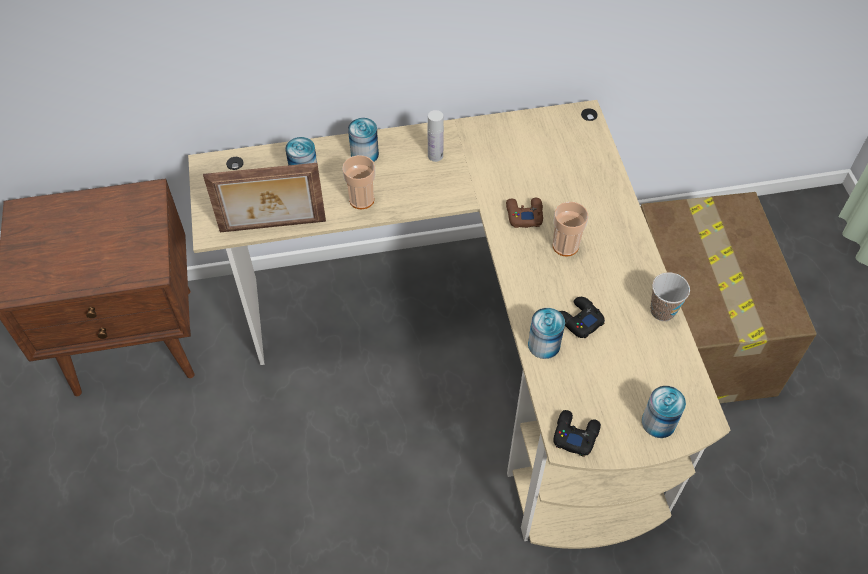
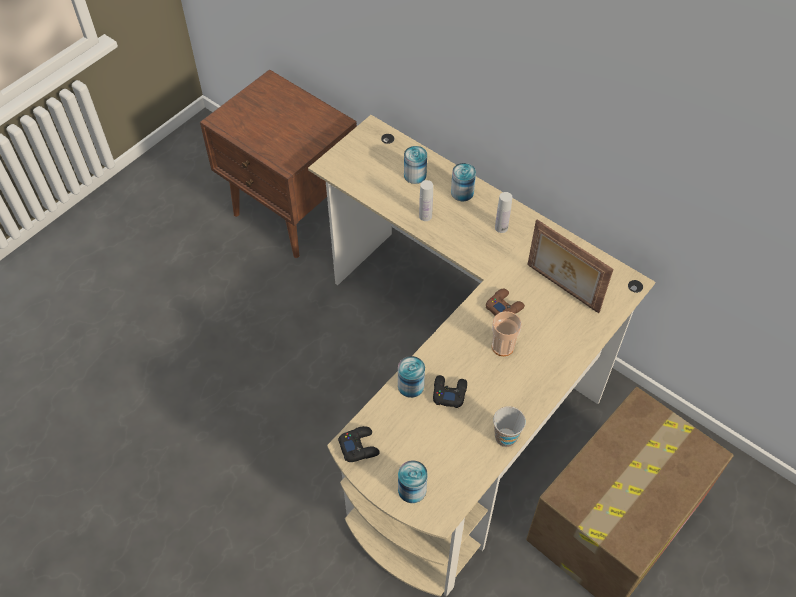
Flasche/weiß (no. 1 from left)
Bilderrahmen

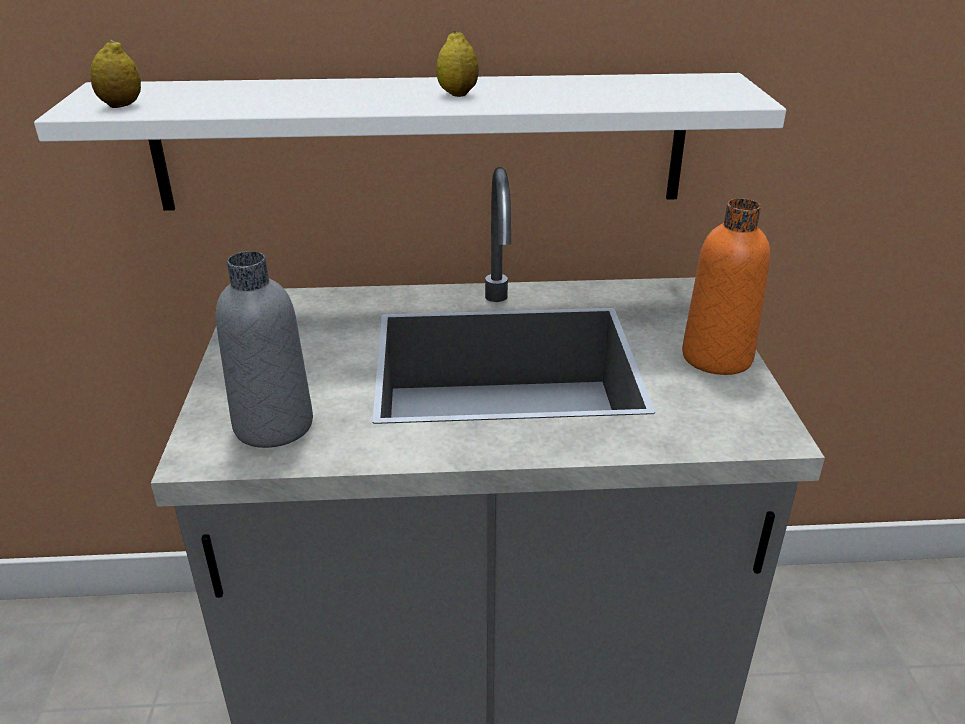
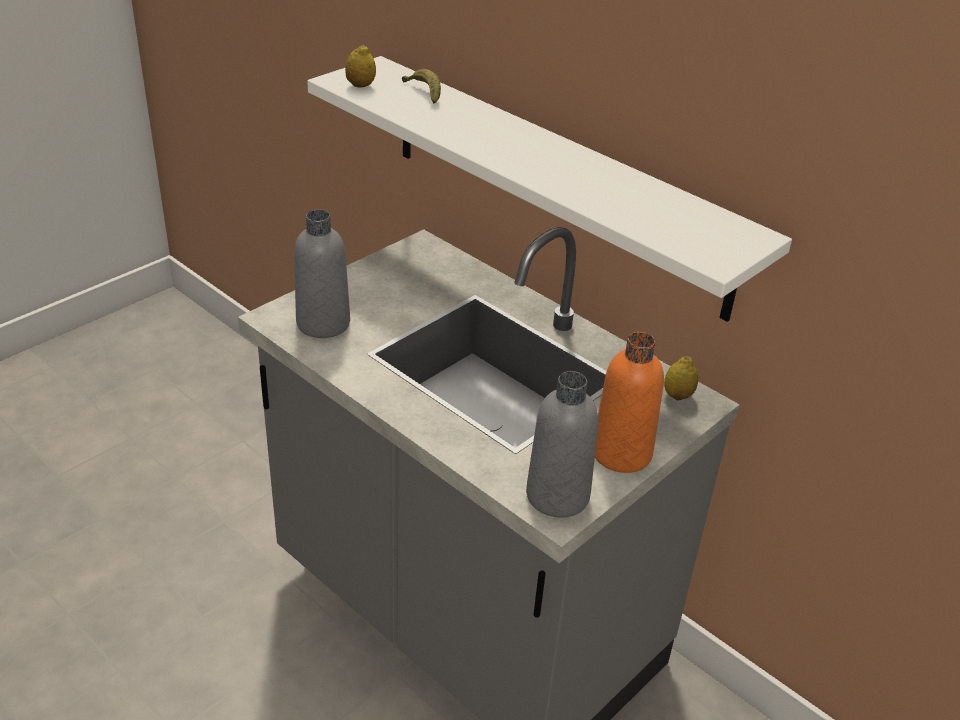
Zitrone (no. 2 from left)
Banane
Flasche/grau (no. 2 from left)

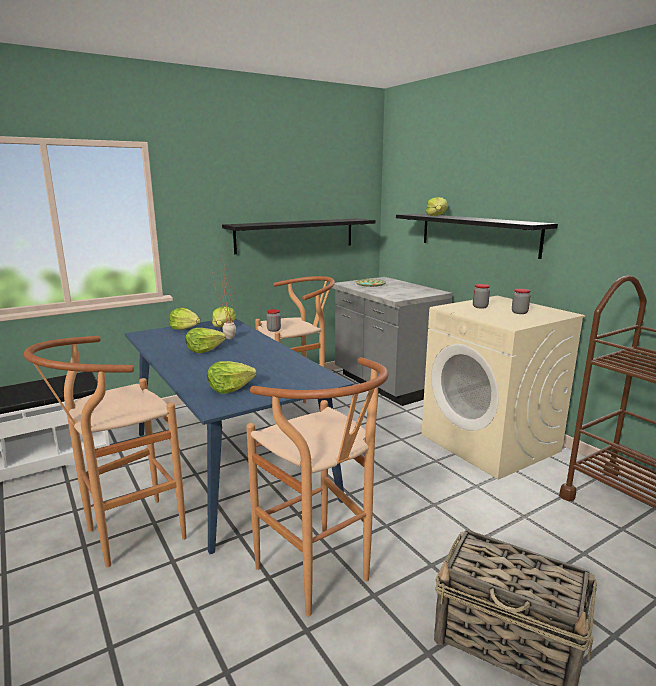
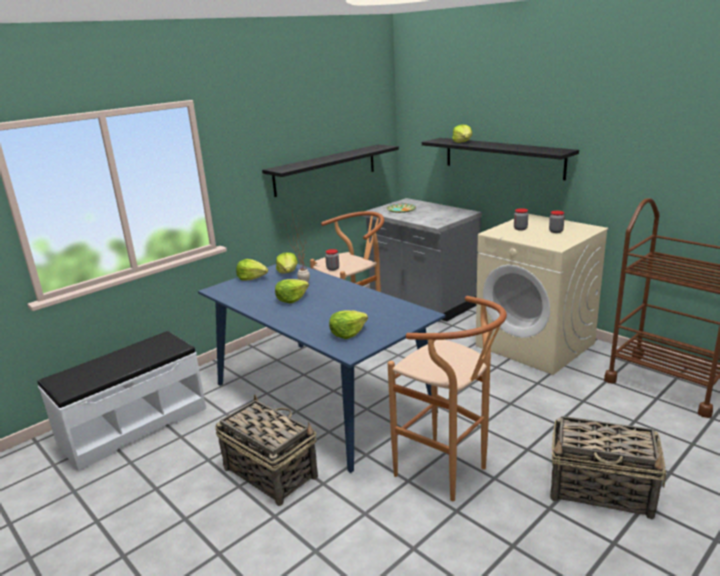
Korb (no. 1 from left)

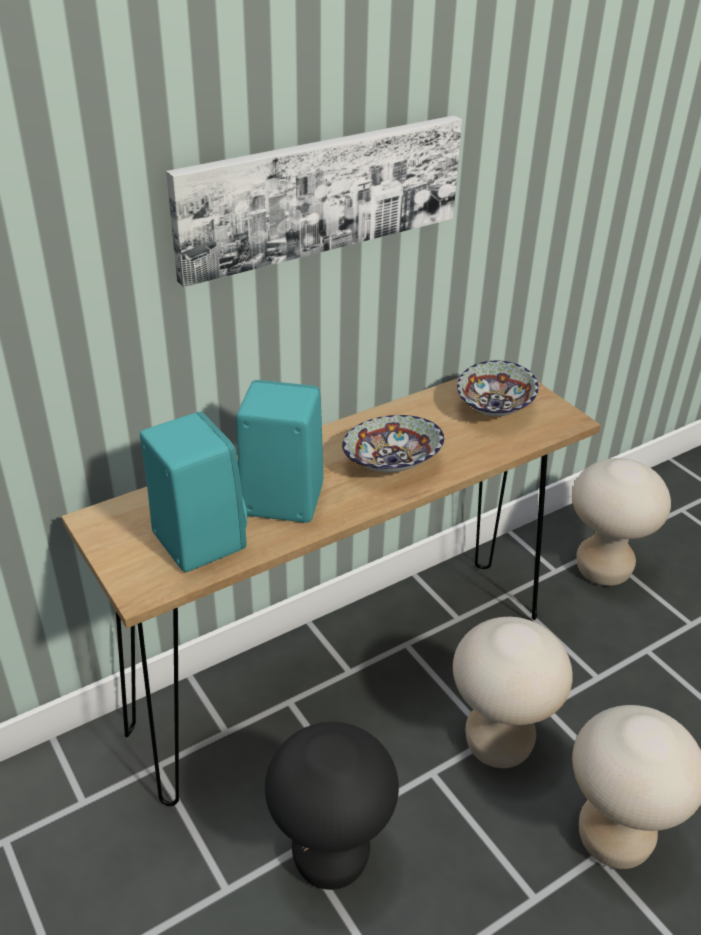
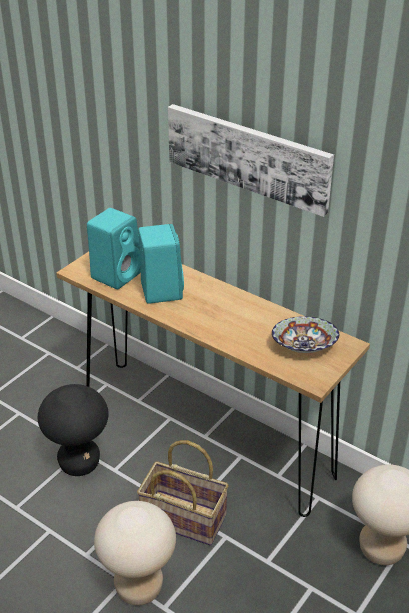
Schüssel (no. 1 from left in the first image)
Korb

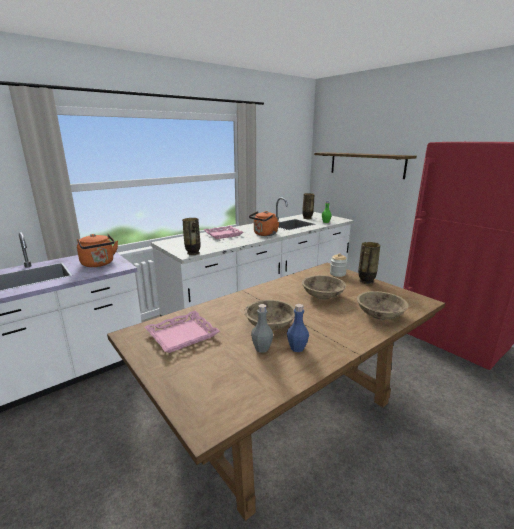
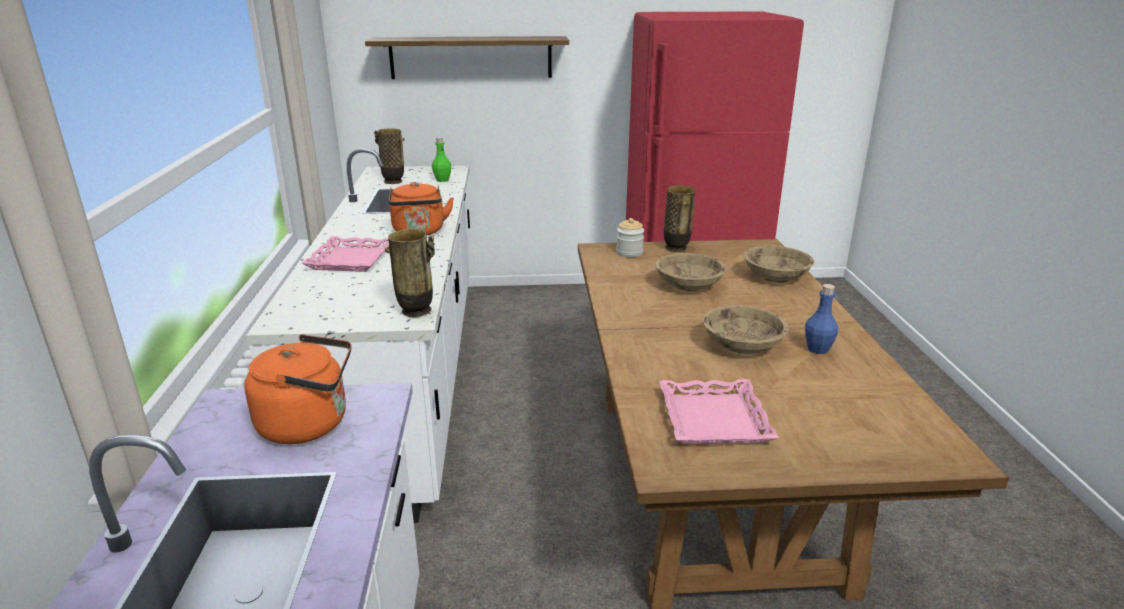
Flasche/grau

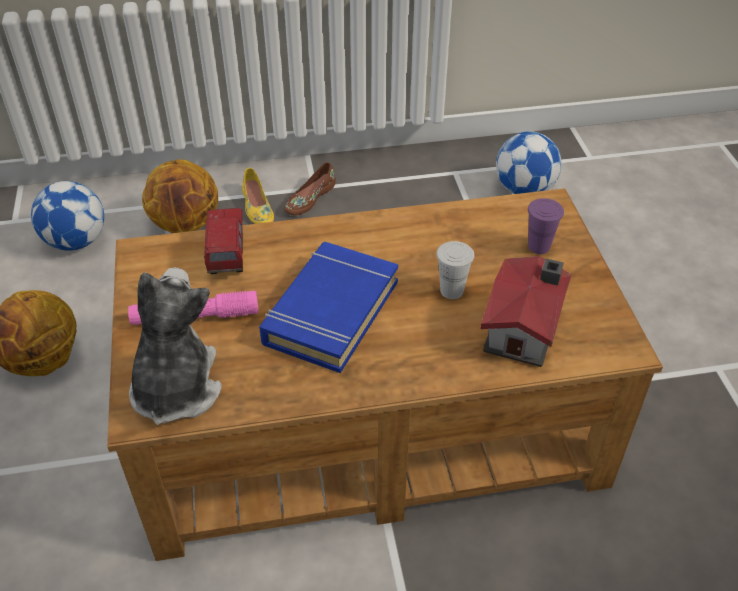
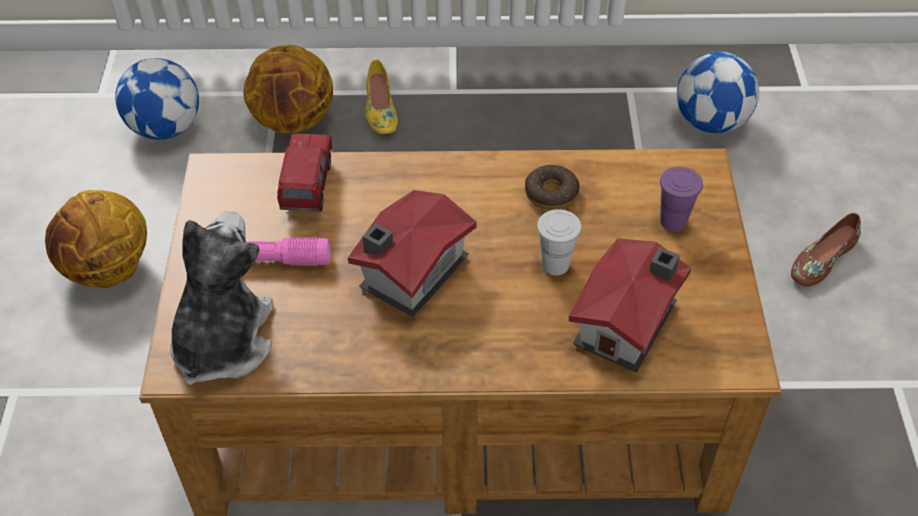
Schuh/braun
Spielzeughaus (no. 1 from left)
Donut

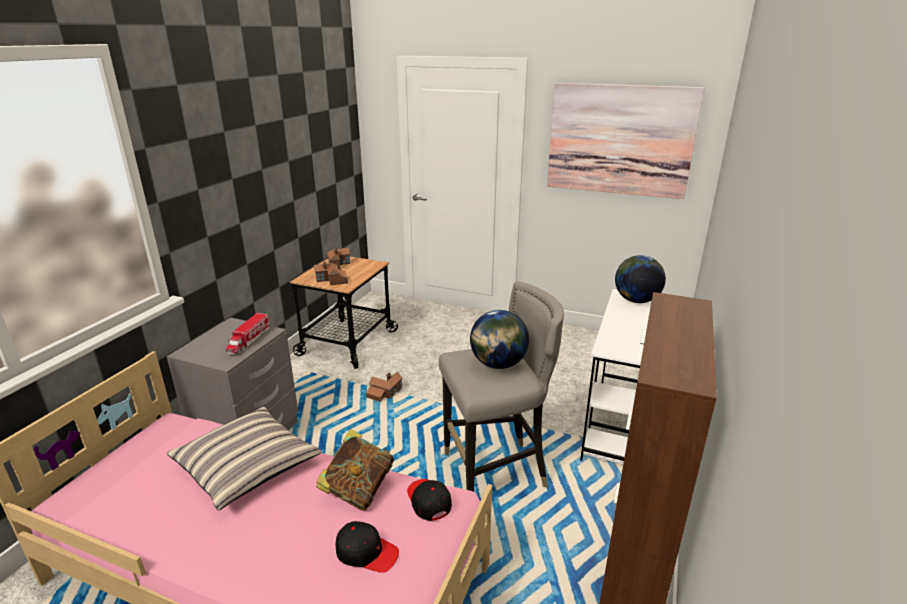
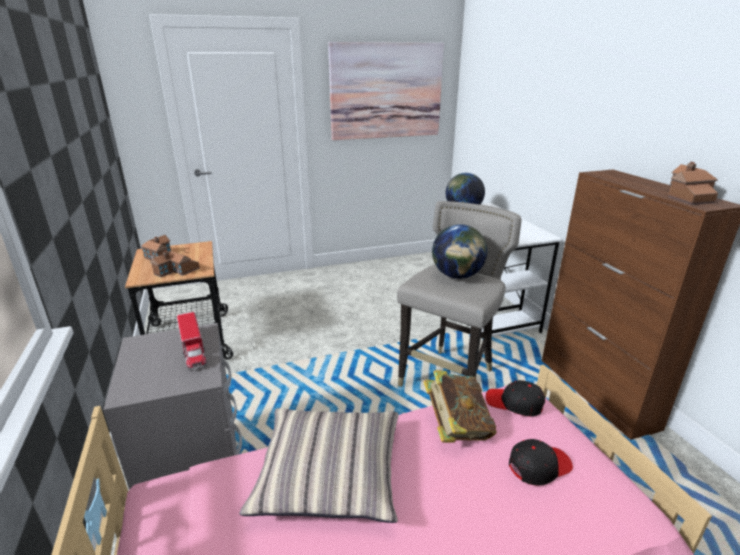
Spielzeughaus (no. 3 from left)

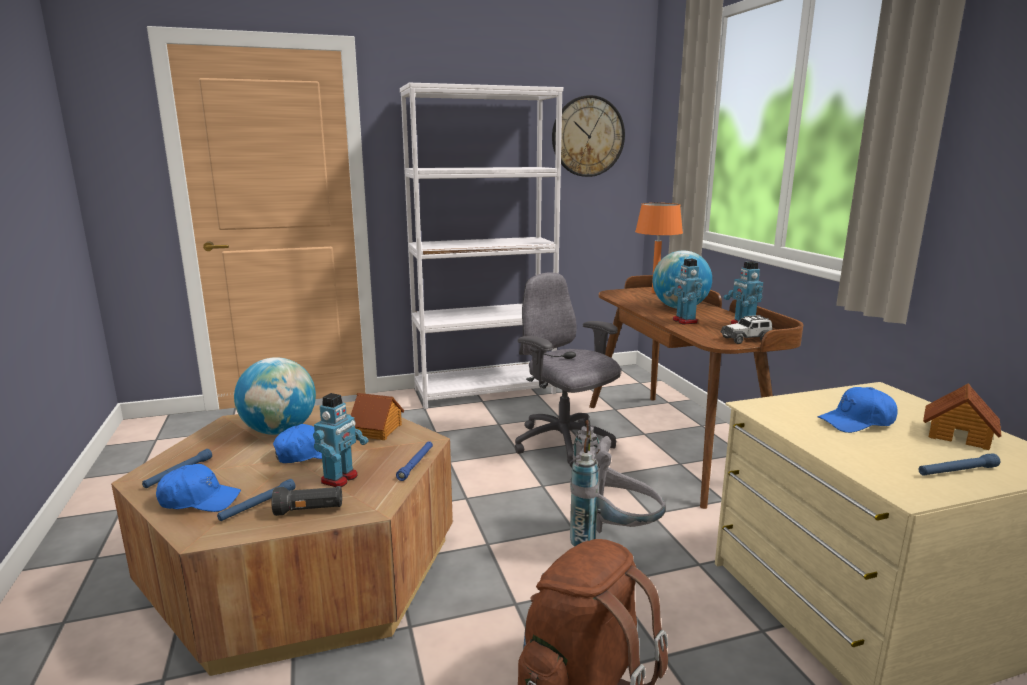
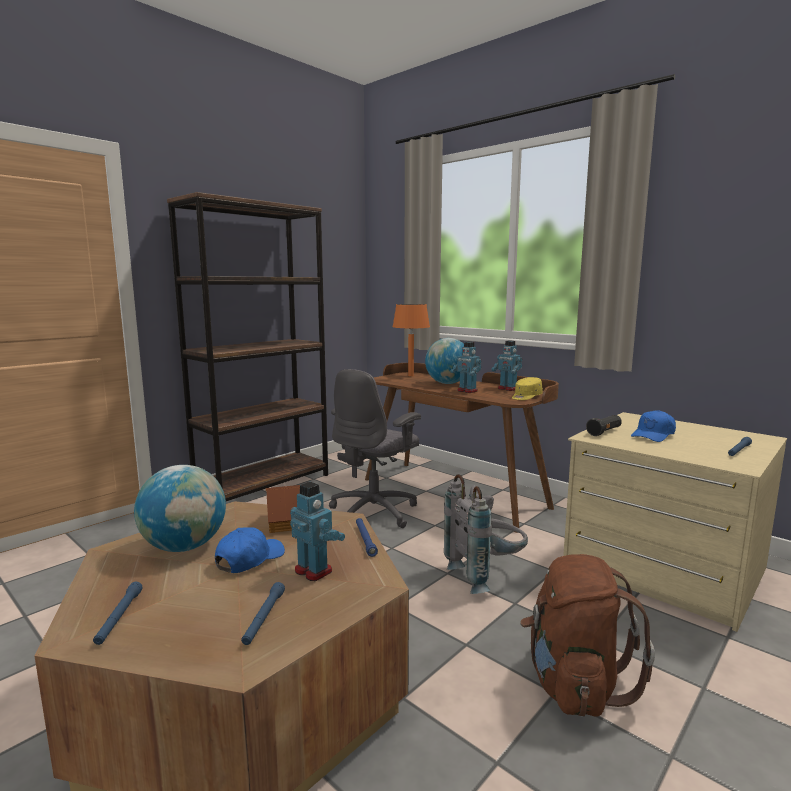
Bücherregal/braun
Wanduhr
Bürostuhl/grau
Kappe/gelb
Spielzeughaus (no. 2 from left in the first image)
Spielzeugroboter (no. 1 from left)
Kappe/blau (no. 1 from left in the first image)
Taschenlampe/schwarz

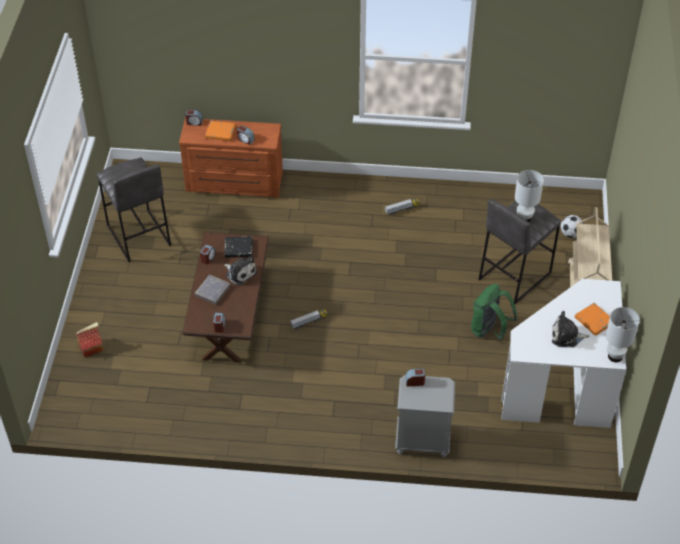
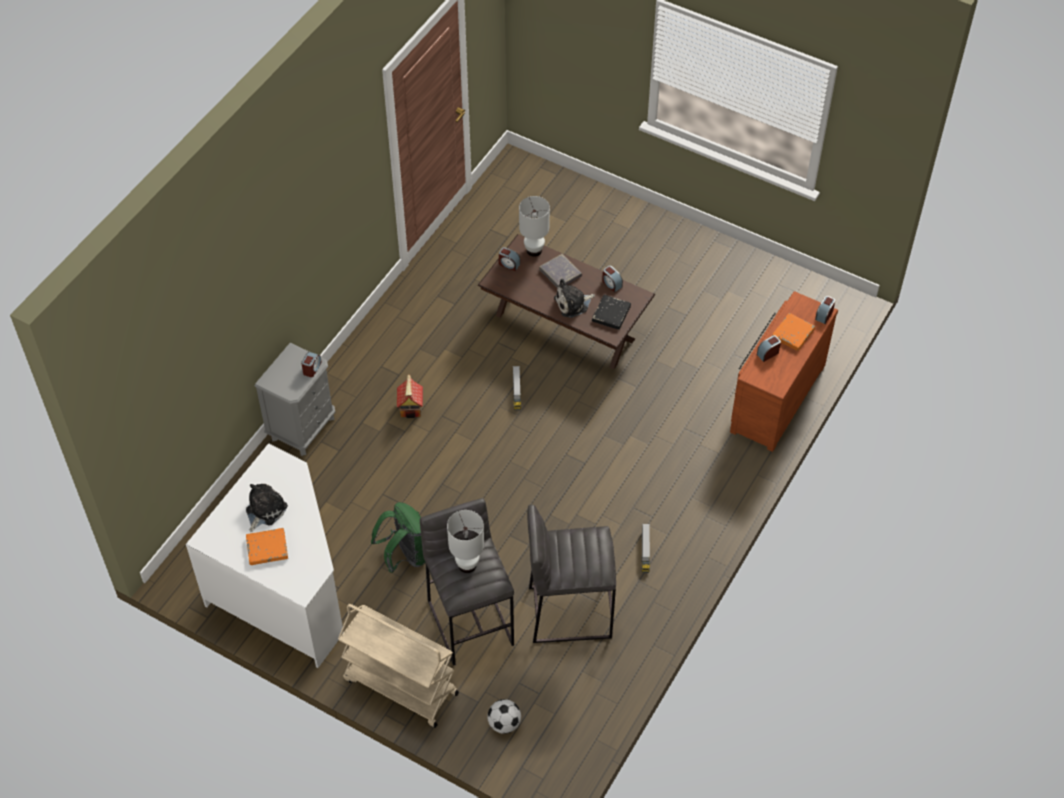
Hocker/grau (no. 2 from left)
Tischlampe/weiß (no. 2 from left)
Spielzeughaus

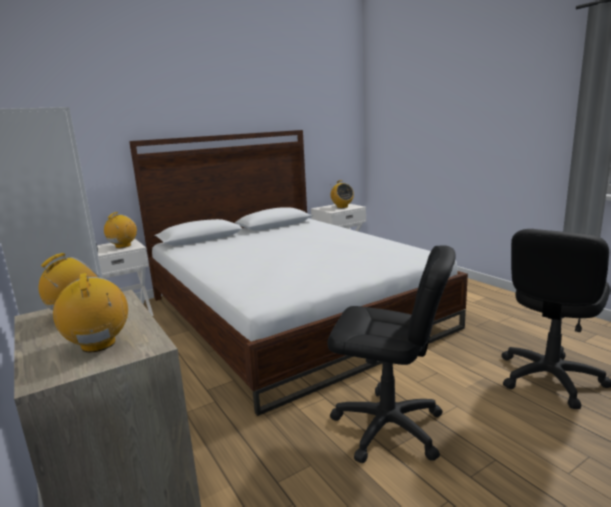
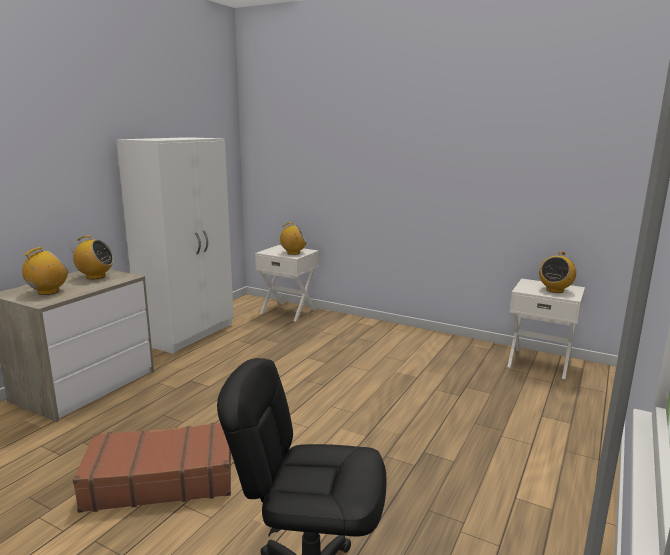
Bett
Koffer/braun

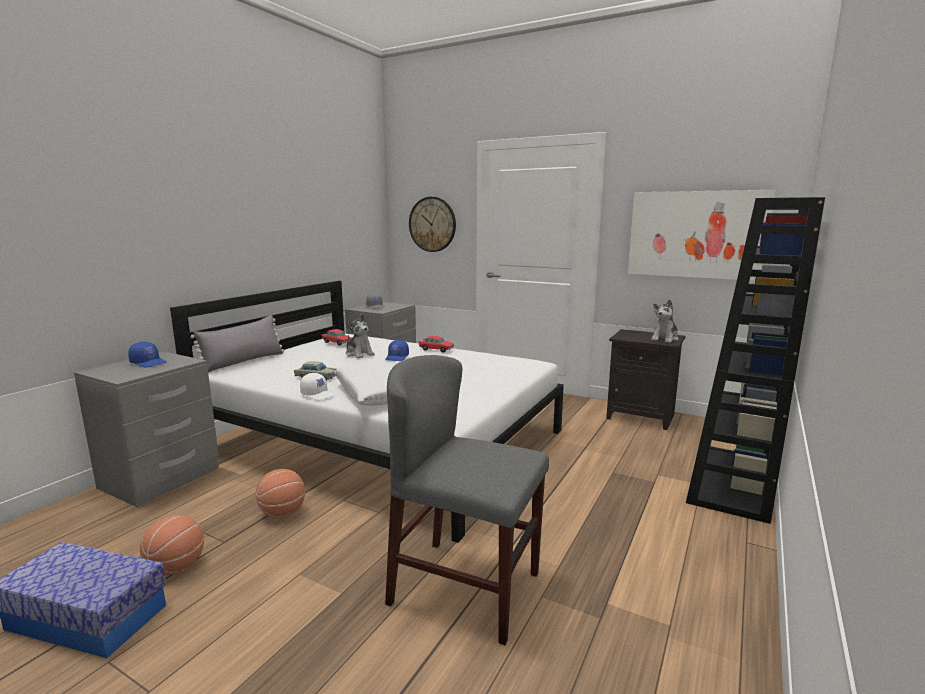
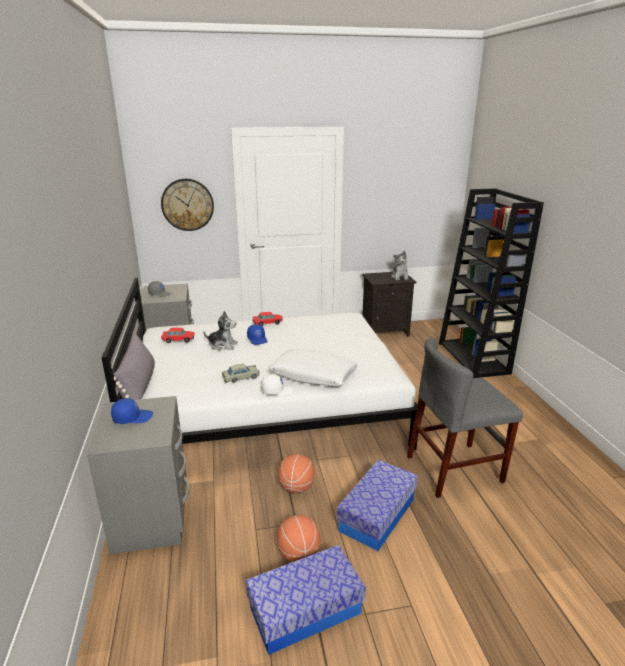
Bild
Aufbewahrungsbox (no. 2 from left)

